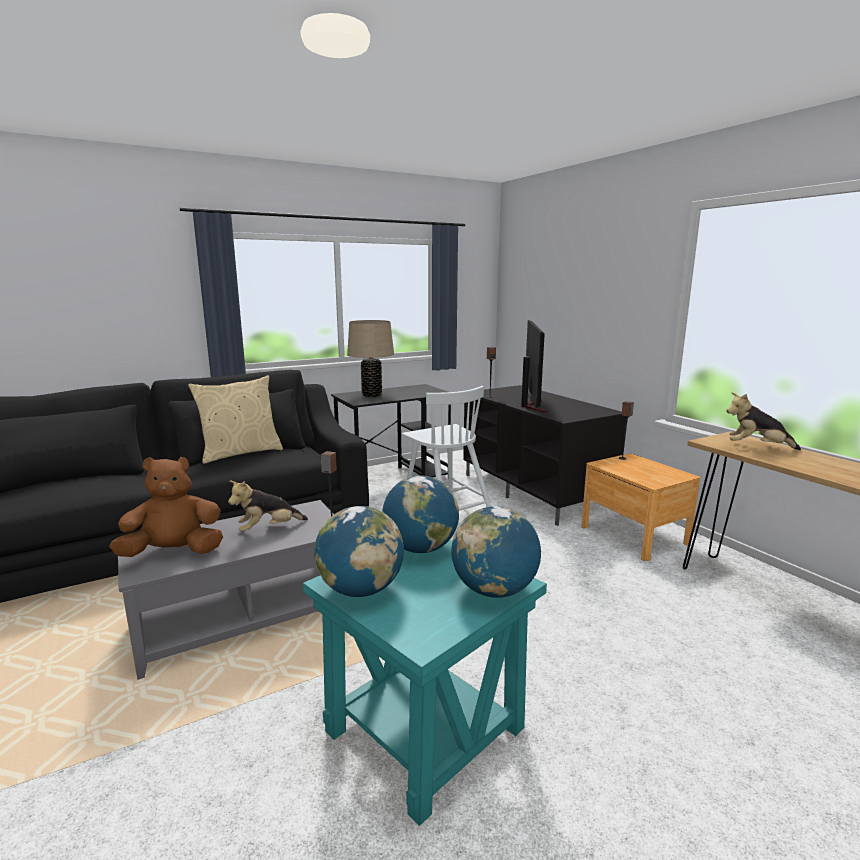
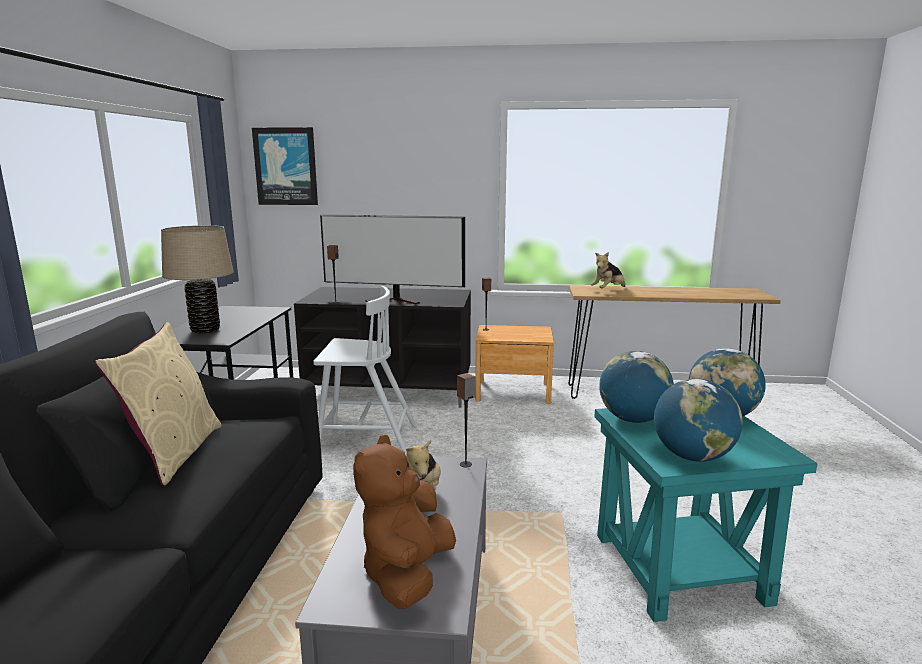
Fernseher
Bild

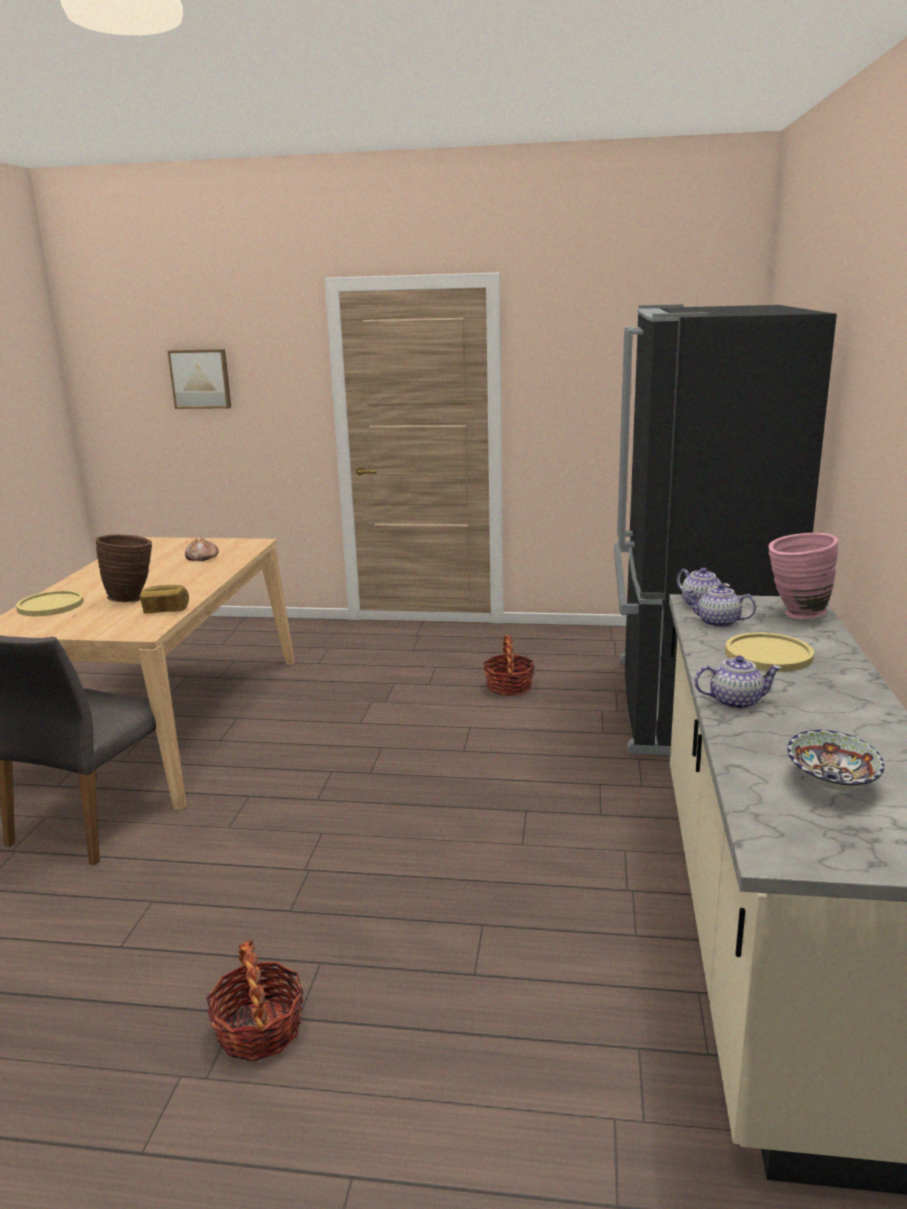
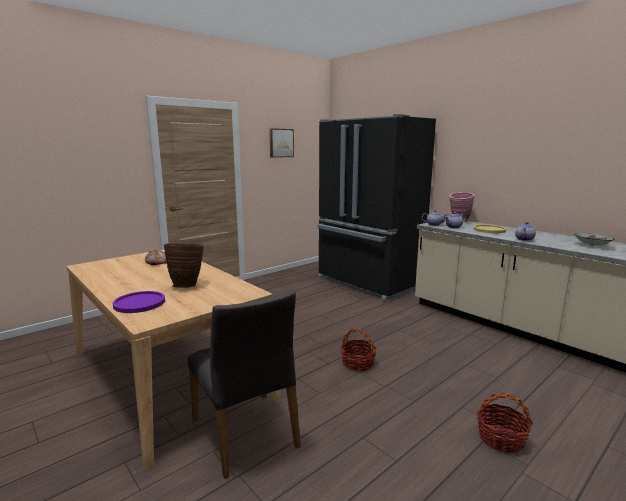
Bild
Brot (no. 1 from left in the first image)
Teller/lila
Korb (no. 1 from left)

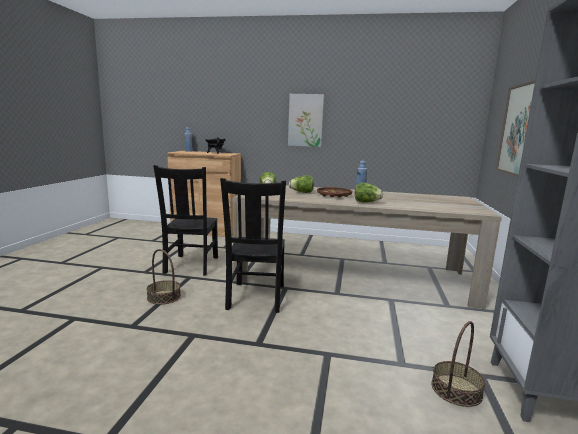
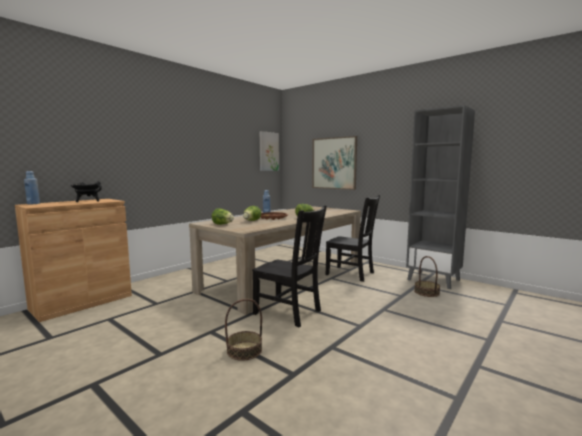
Bild (no. 1 from left)
Stuhl/schwarz (no. 2 from left)

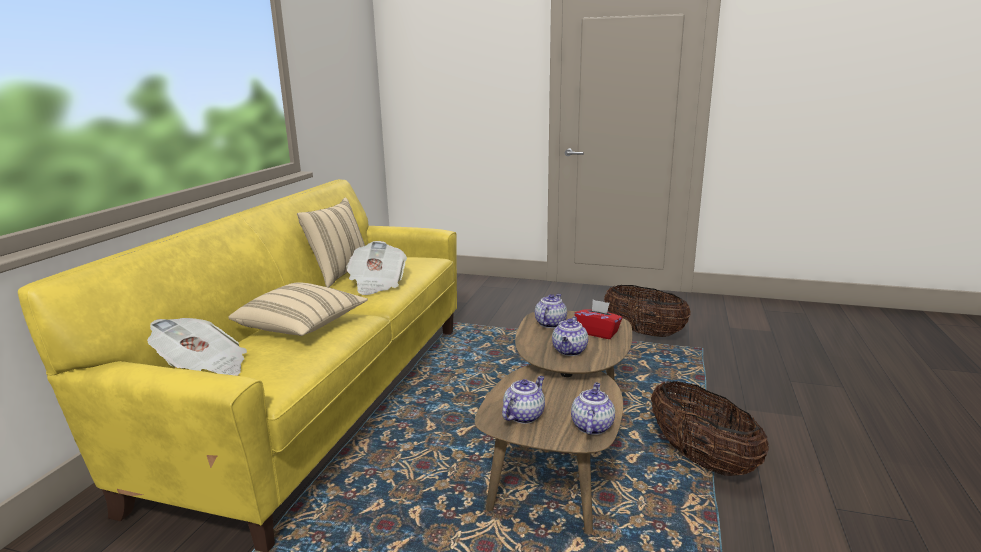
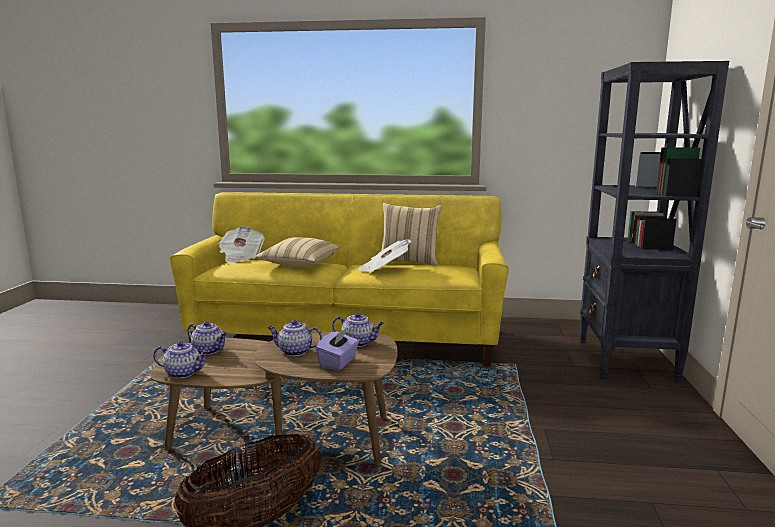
Korb (no. 1 from left in the first image)
Taschentuchbox/lila
Bücherregal/schwarz

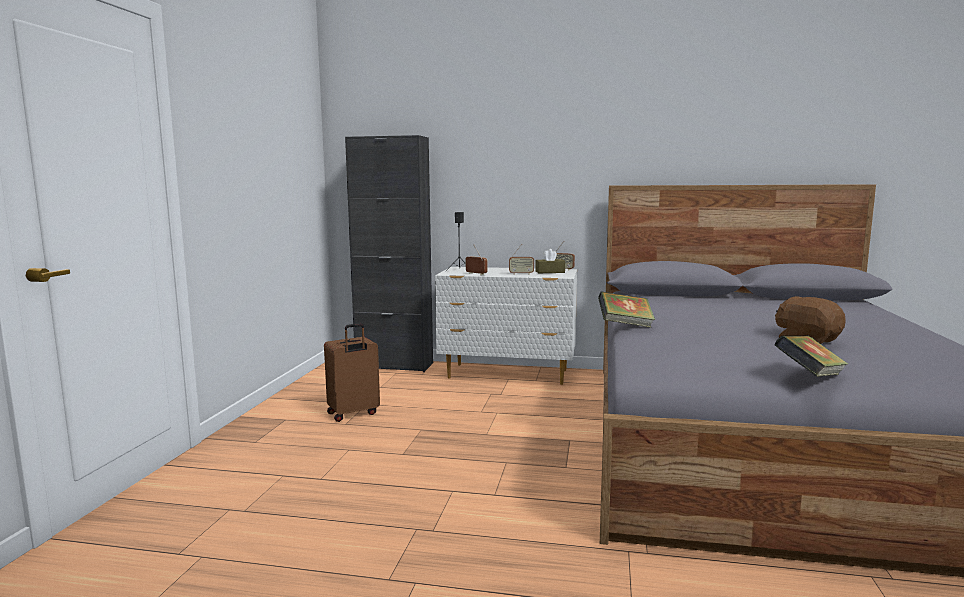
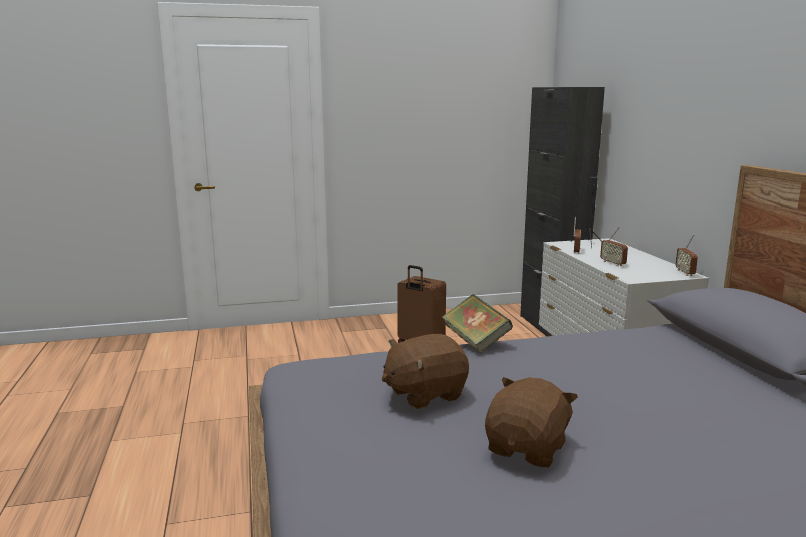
Taschentuchbox/braun
Buch (no. 2 from left in the first image)
Plüschtier/braun (no. 1 from left)

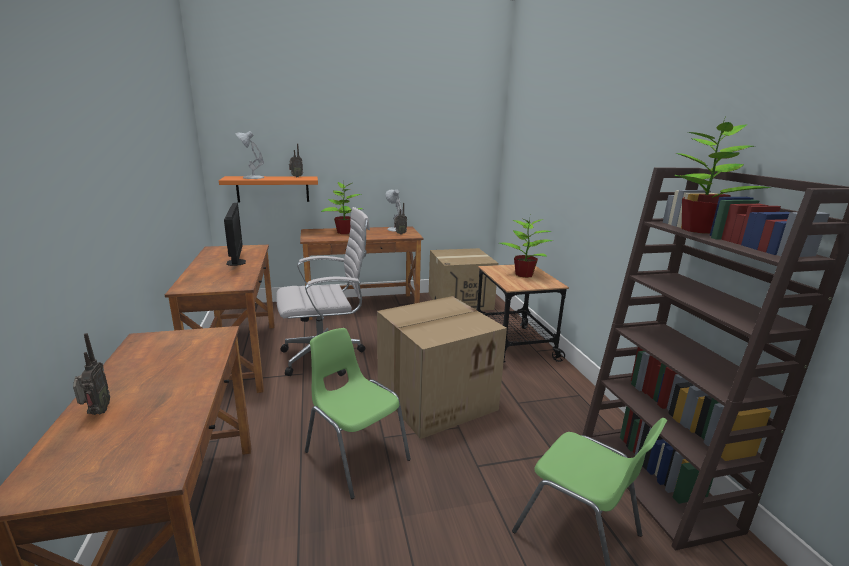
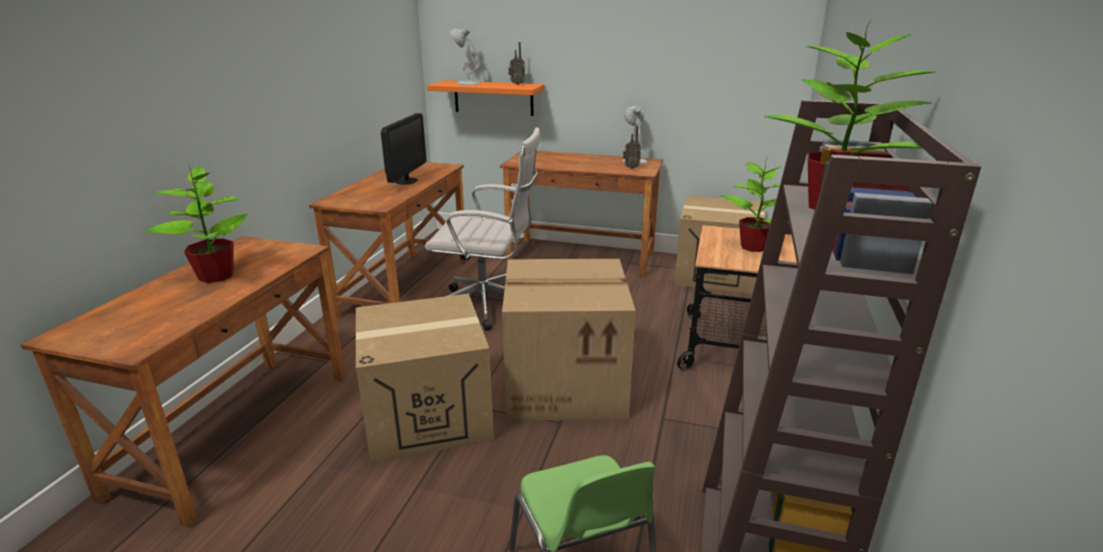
Topfpflanze (no. 1 from left)
Karton (no. 1 from left)
Radio (no. 1 from left in the first image)

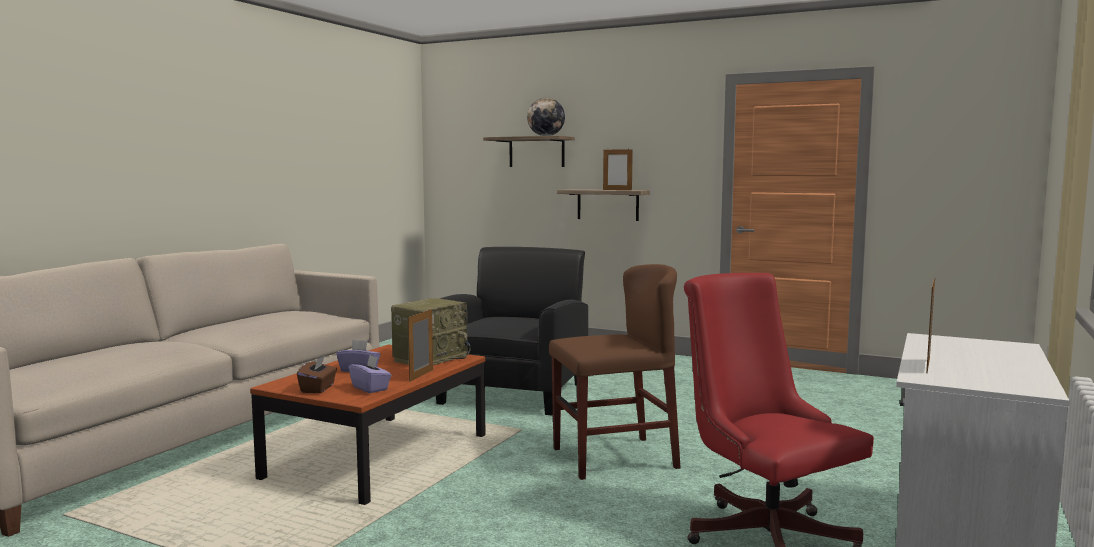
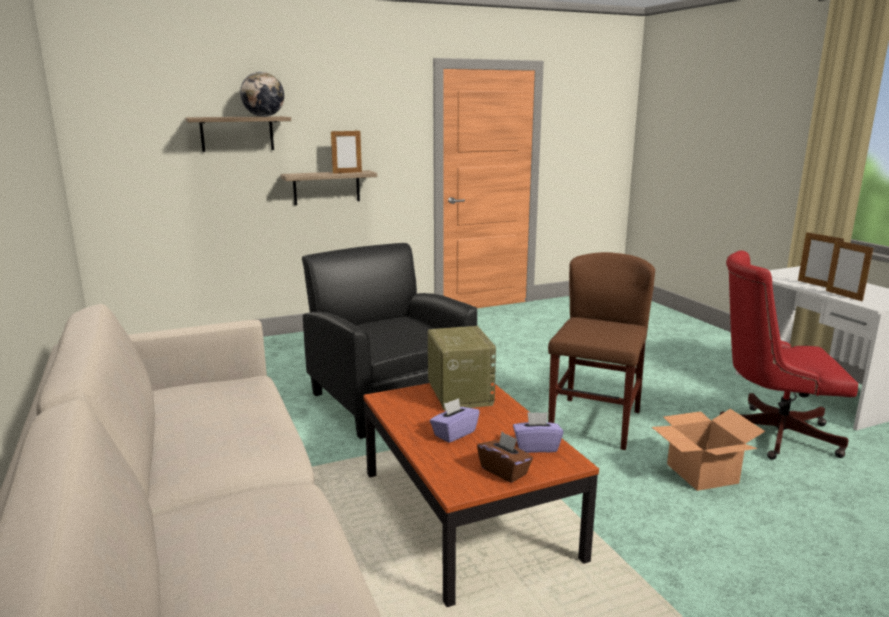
Bilderrahmen (no. 2 from left)
Karton

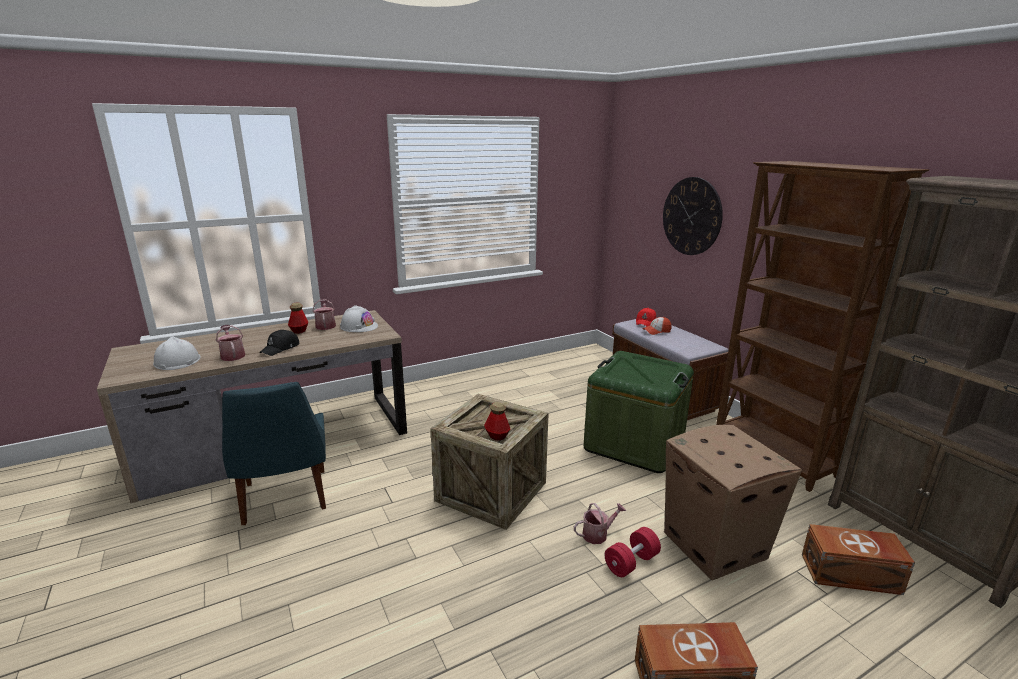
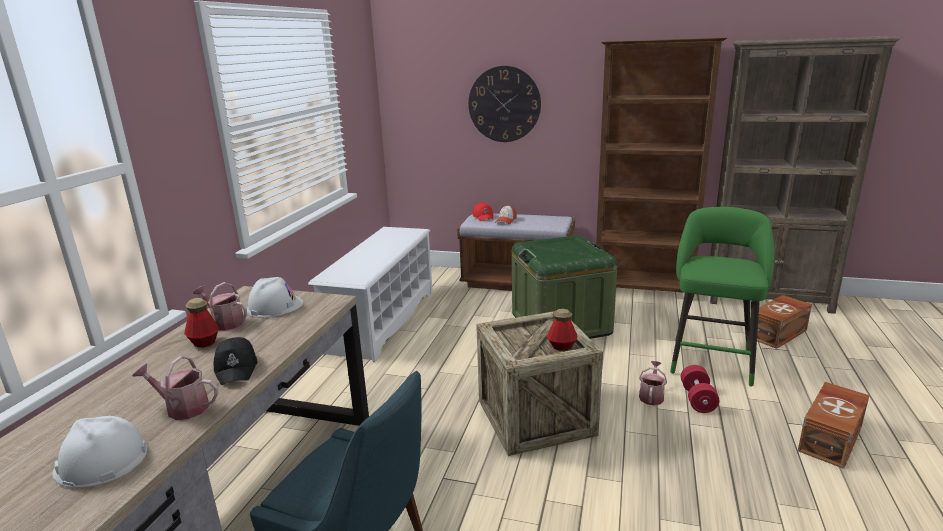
Hocker/grün
Schuhregal/weiß

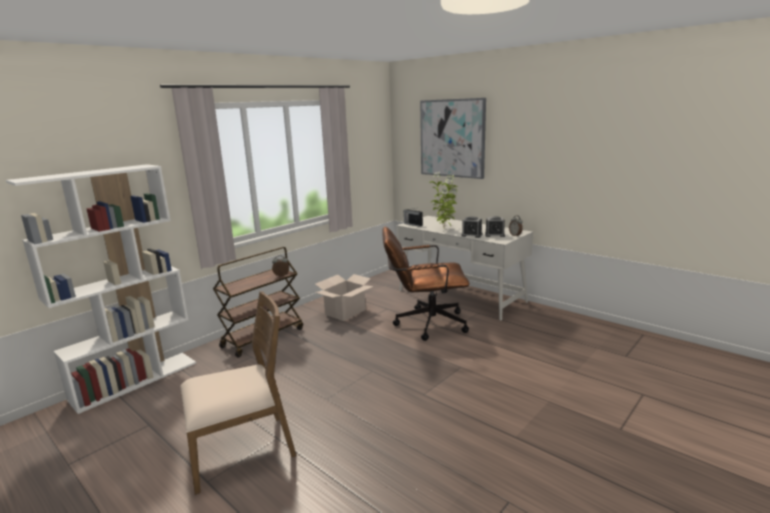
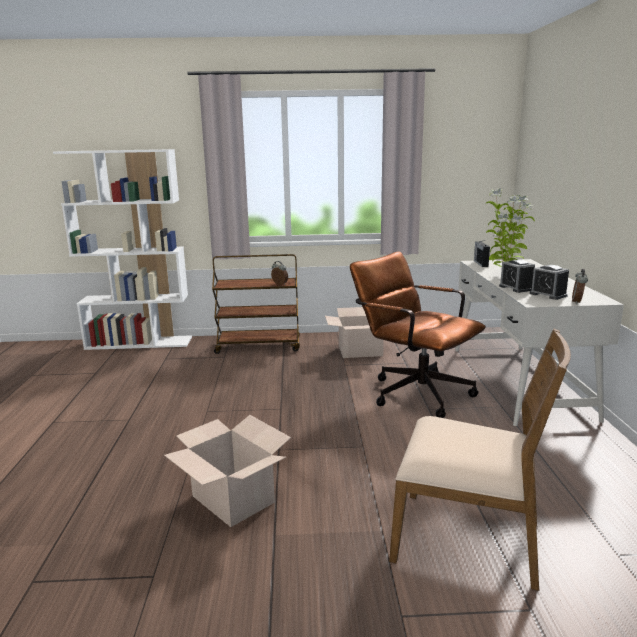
Bild
Stuhl/braun
Karton (no. 1 from left)

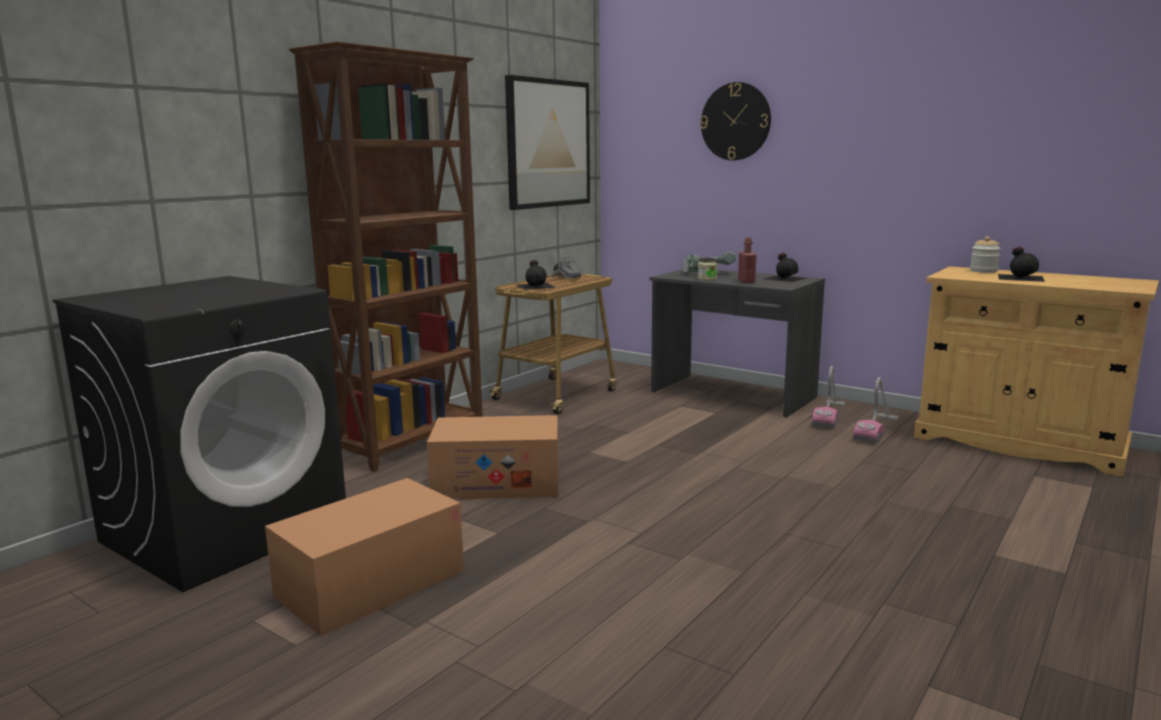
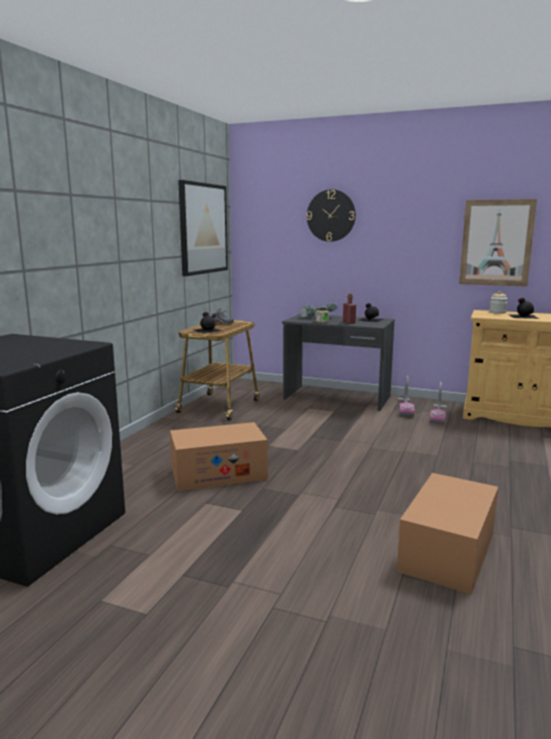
Bücherregal/braun
Karton (no. 2 from left)
Bild (no. 2 from left)

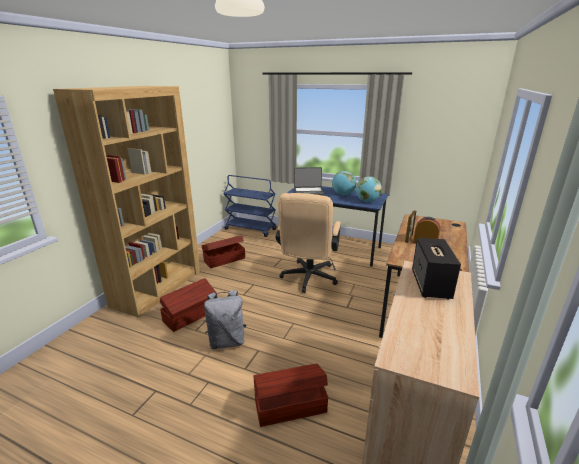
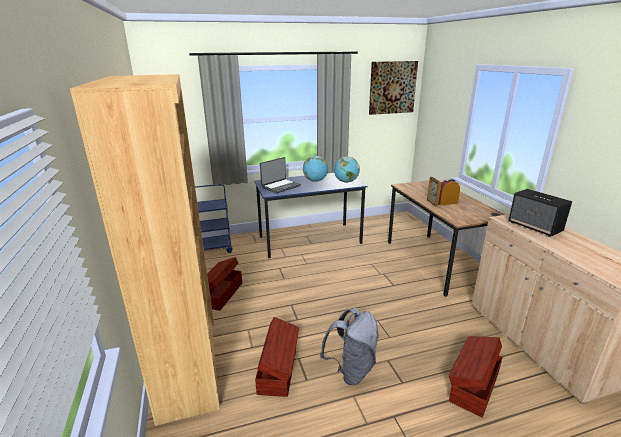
Bürostuhl/beige
Bild

